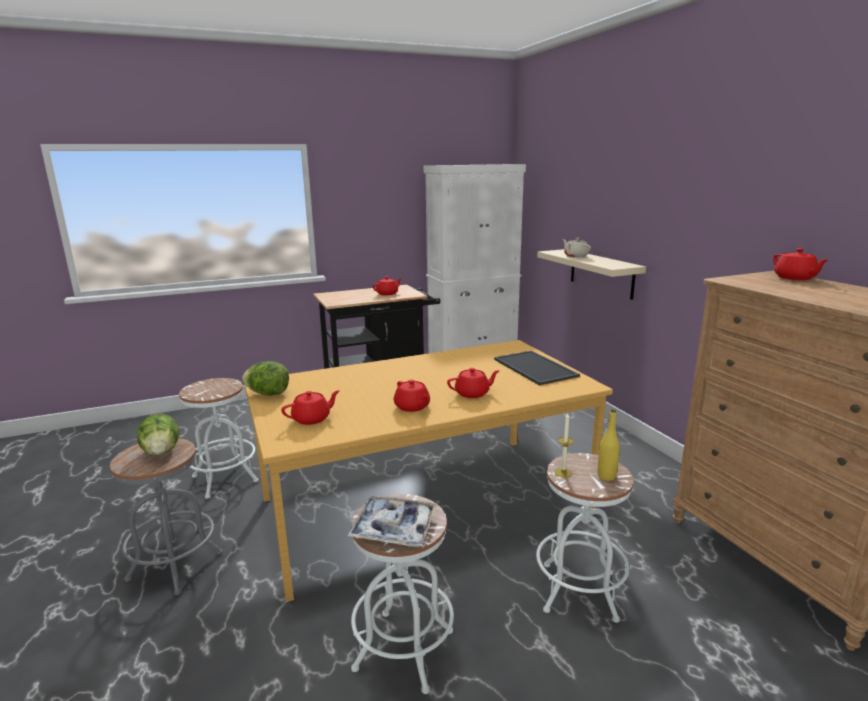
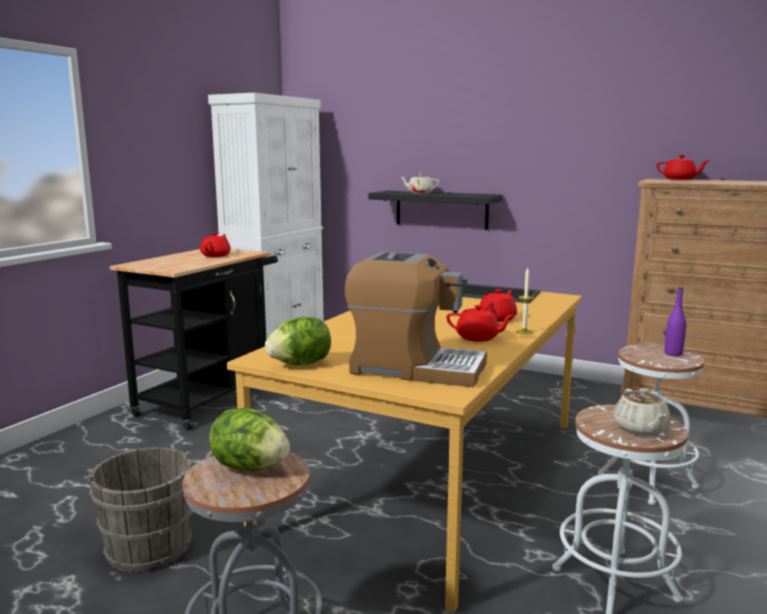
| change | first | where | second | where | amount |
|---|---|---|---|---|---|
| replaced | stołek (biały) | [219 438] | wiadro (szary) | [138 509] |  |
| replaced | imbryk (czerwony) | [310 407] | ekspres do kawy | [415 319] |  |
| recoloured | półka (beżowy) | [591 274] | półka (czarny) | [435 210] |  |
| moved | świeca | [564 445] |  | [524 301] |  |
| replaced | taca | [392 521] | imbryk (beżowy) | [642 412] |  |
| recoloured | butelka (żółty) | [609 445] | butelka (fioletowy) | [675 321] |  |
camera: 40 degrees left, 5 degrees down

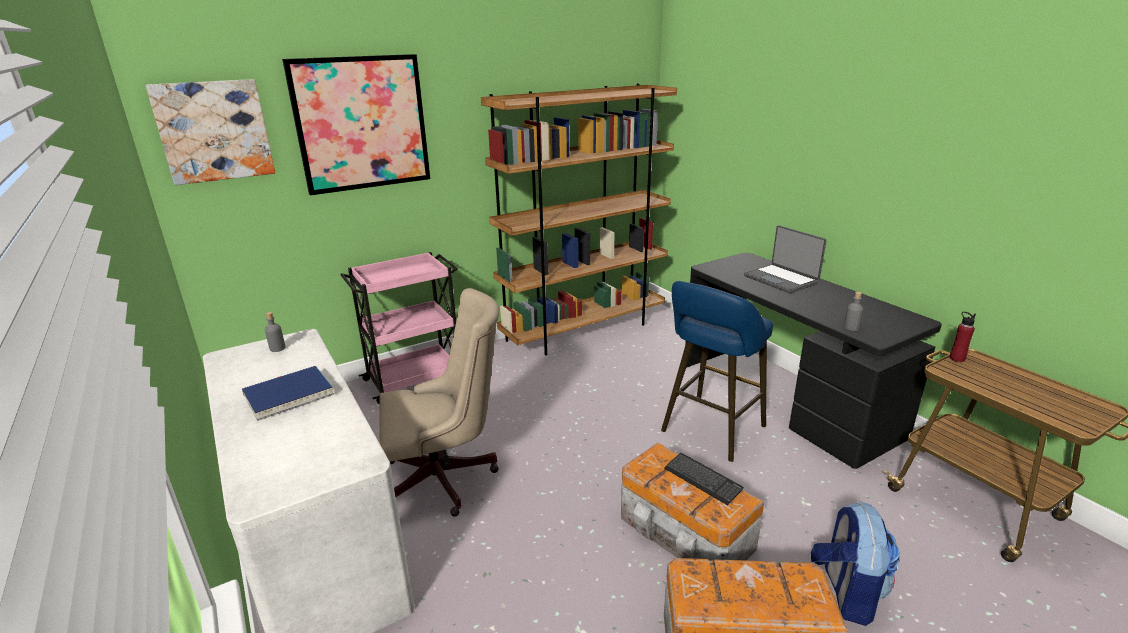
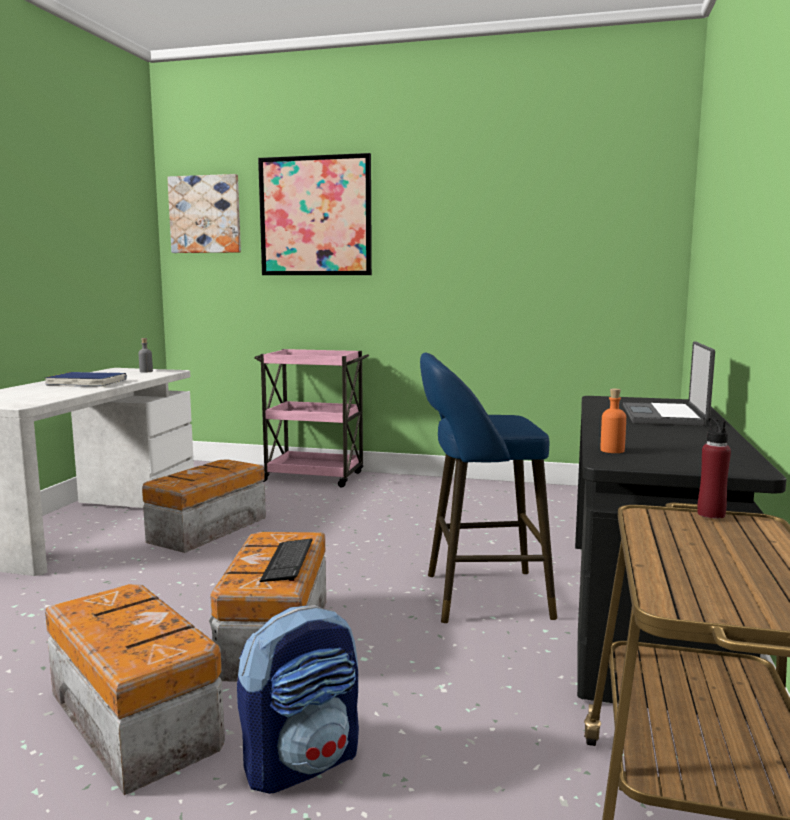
| change | first | where | second | where | amount |
|---|---|---|---|---|---|
| replaced | krzesło biurowe (beżowy) | [439 402] | pojemnik do przechowywania | [204 506] |  |
| recoloured | butelka (szary) | [853 311] | butelka (pomarańczowy) | [613 421] |  |
| removed | regał (brązowy) | [579 219] |  |  |  |
camera: 45 degrees right, 15 degrees down

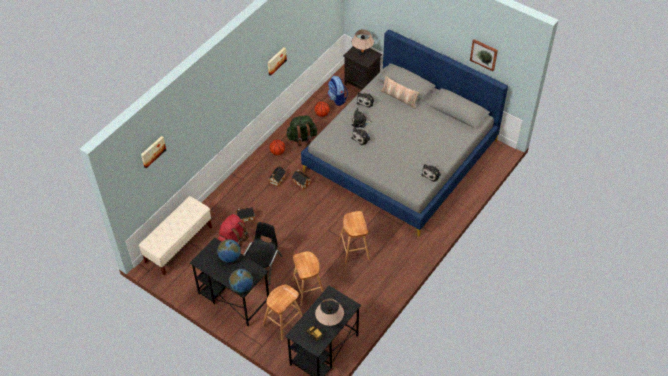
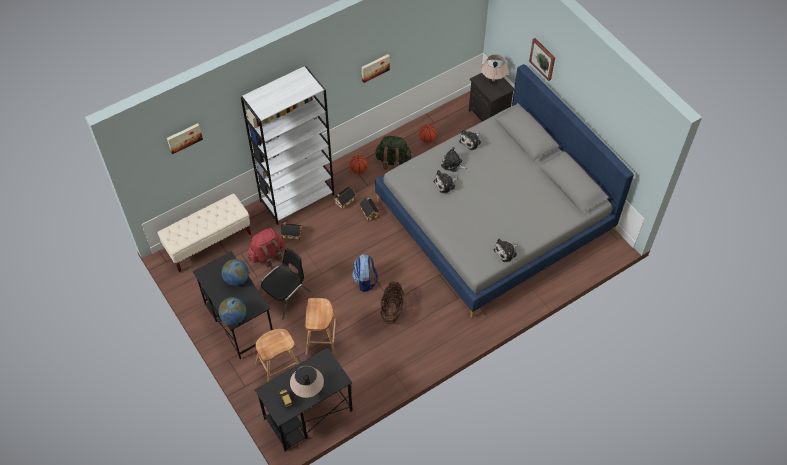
| change | first | where | second | where | amount |
|---|---|---|---|---|---|
| added |  |  | regał (biały) | [287 145] |  |
| moved | plecak | [338 91] |  | [365 273] |  |
| replaced | stołek (brązowy) | [354 238] | koszyk | [392 302] |  |
| moved | obraz | [484 55] |  | [542 59] |  |
| removed | poduszka | [400 92] |  |  |  |
camera: 20 degrees right, 5 degrees up

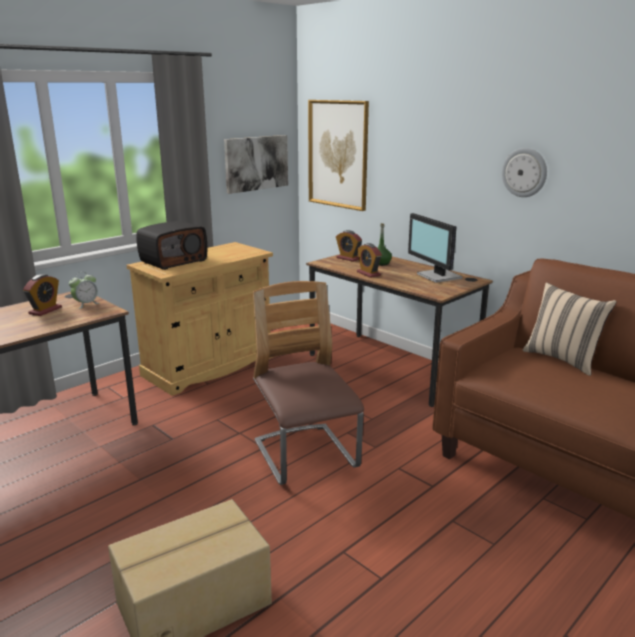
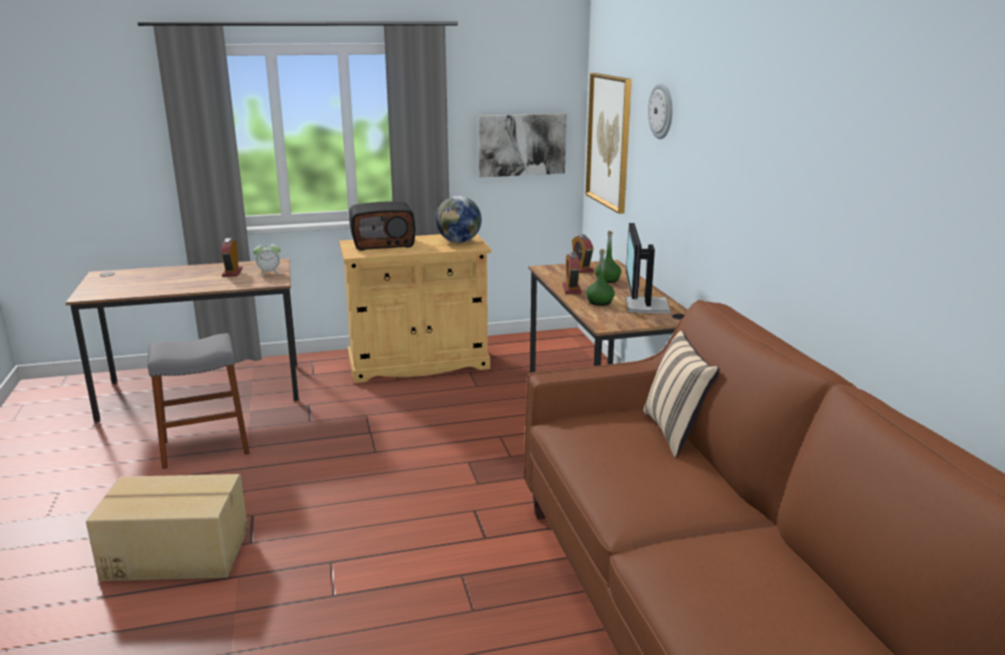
| change | first | where | second | where | amount |
|---|---|---|---|---|---|
| added |  |  | stołek (szary) | [198 401] |  |
| turned | budzik | [42 295] |  | [232 257] | 120 degrees clockwise |
| added |  |  | globus | [458 219] |  |
| added |  |  | butelka (zielony) | [600 277] |  |
| moved | zegar ścienny | [524 172] |  | [660 111] |  |
| removed | krzesło | [308 383] |  |  |  |
camera: 30 degrees right, 0 degrees up

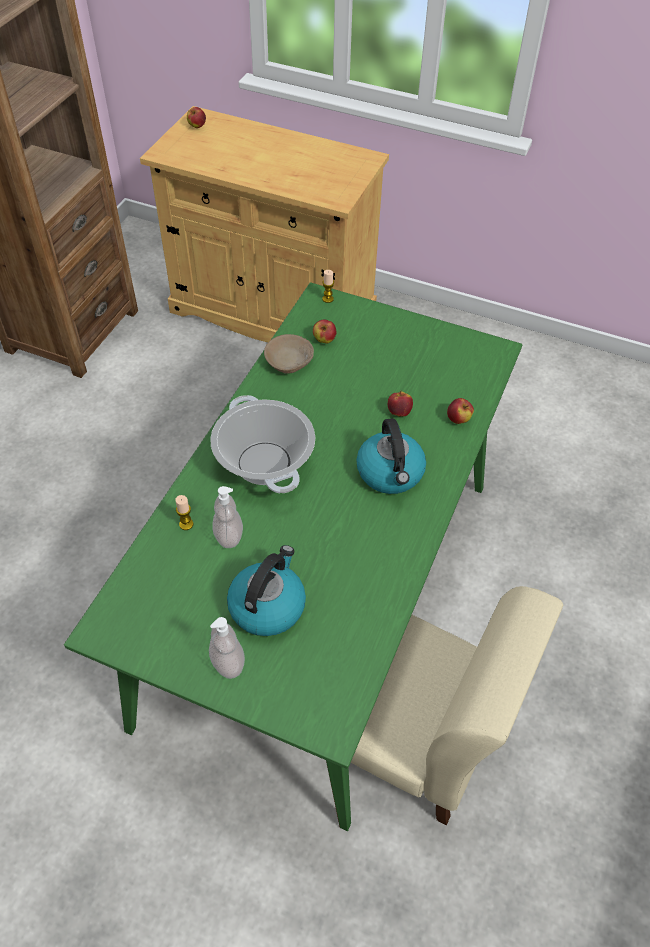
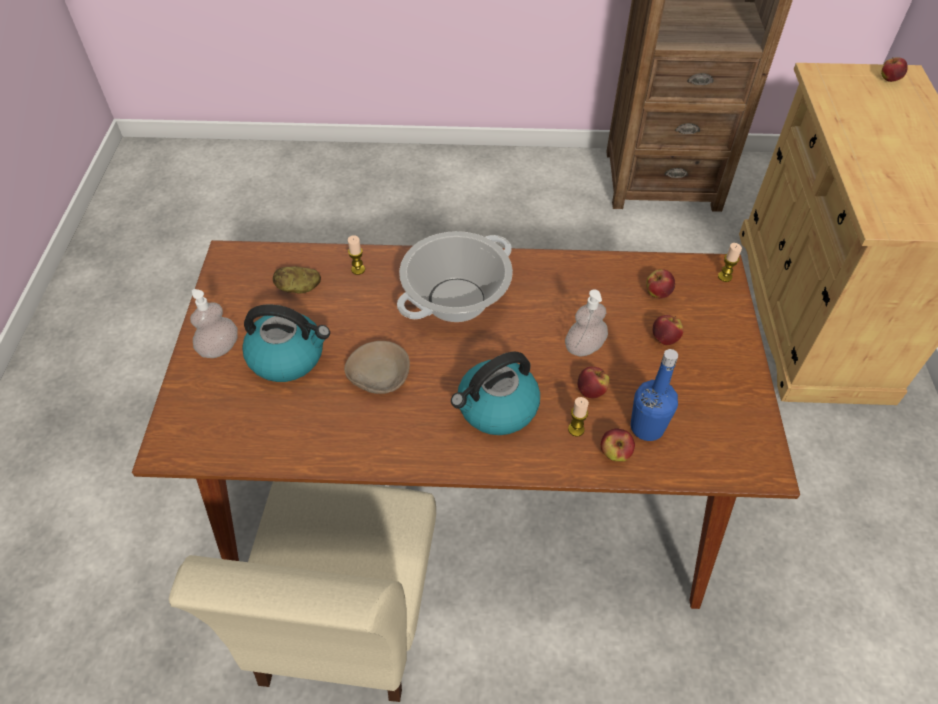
| change | first | where | second | where | amount |
|---|---|---|---|---|---|
| recoloured | stół jadalny (zielony) | [293 556] | stół jadalny (brązowy) | [466 424] |  |
| added |  |  | ziemniak | [297 280] |  |
| moved | miska (beżowy) | [289 354] |  | [377 367] |  |
| moved | dozownik mydła | [227 517] |  | [586 322] |  |
| added |  |  | świeca | [578 417] |  |
| added |  |  | butelka (niebieski) | [654 395] |  |
| added |  |  | jabłko | [668 330] |  |
camera: 70 degrees right, 0 degrees up

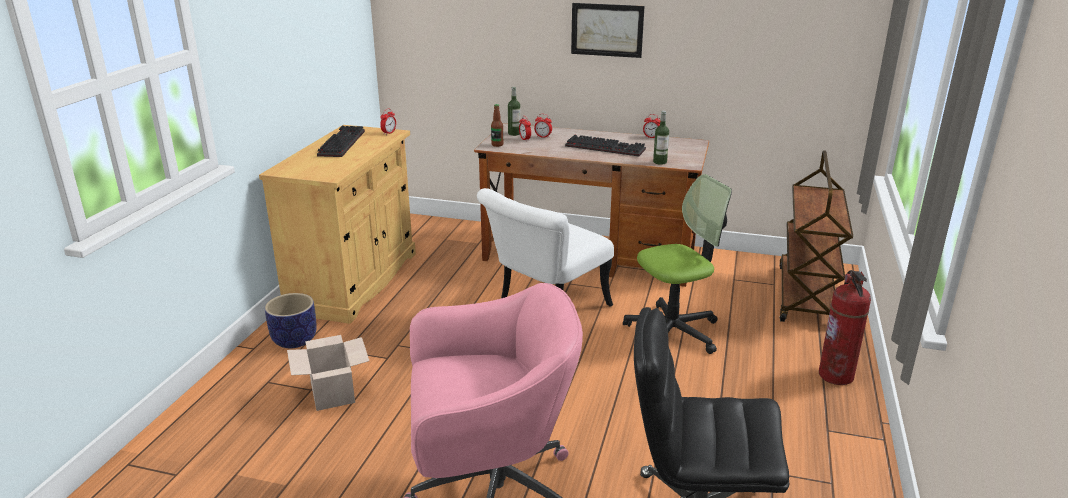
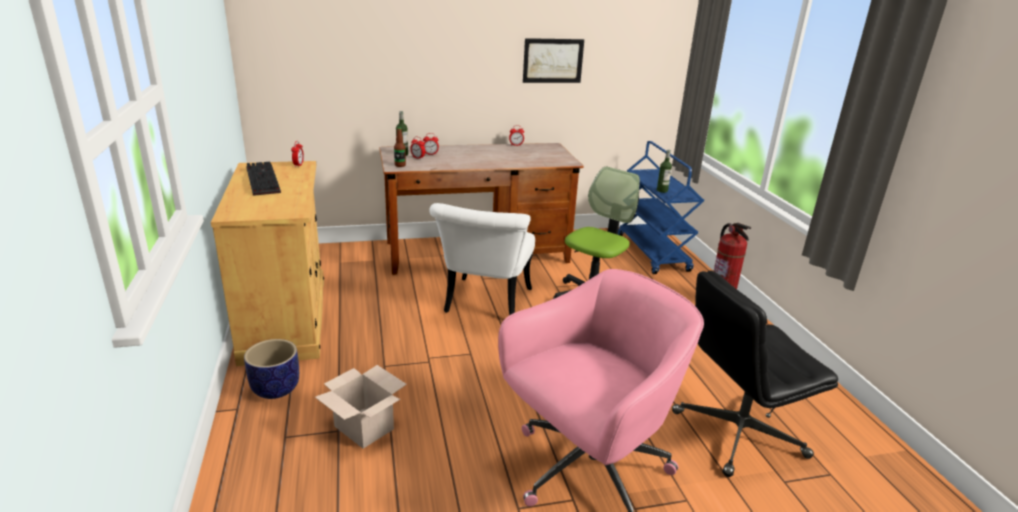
| change | first | where | second | where | amount |
|---|---|---|---|---|---|
| moved | obraz | [608 30] |  | [553 60] |  |
| recoloured | wózek (brązowy) | [816 236] | wózek (niebieski) | [660 207] |  |
| moved | butelka | [661 138] |  | [664 171] |  |
| removed | klawiatura | [605 145] |  |  |  |
camera: 30 degrees left, 0 degrees up

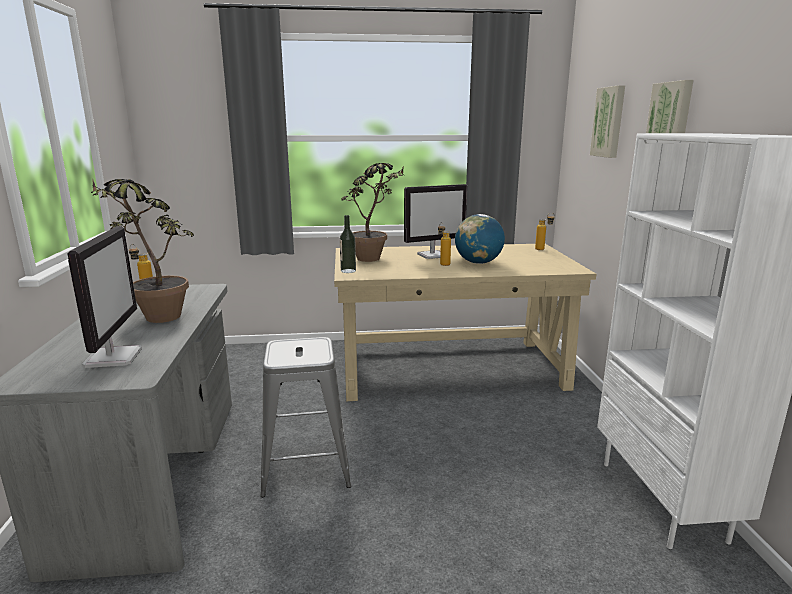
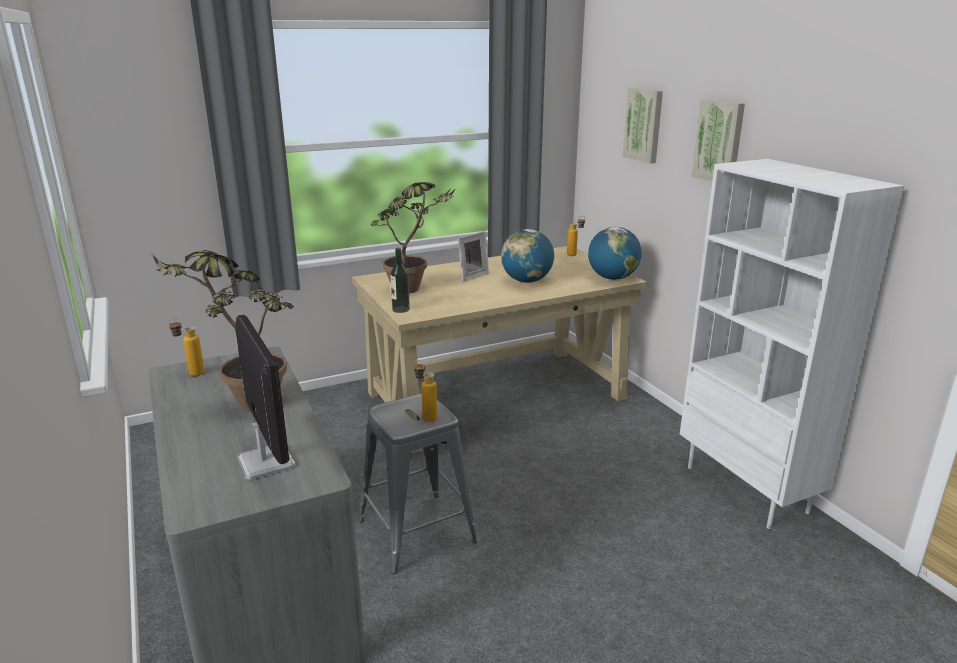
| change | first | where | second | where | amount |
|---|---|---|---|---|---|
| moved | butelka | [444 244] |  | [426 391] |  |
| replaced | monitor | [435 221] | ramka na zdjęcie | [473 256] |  |
| added |  |  | globus | [615 253] |  |
camera: 20 degrees left, 5 degrees up

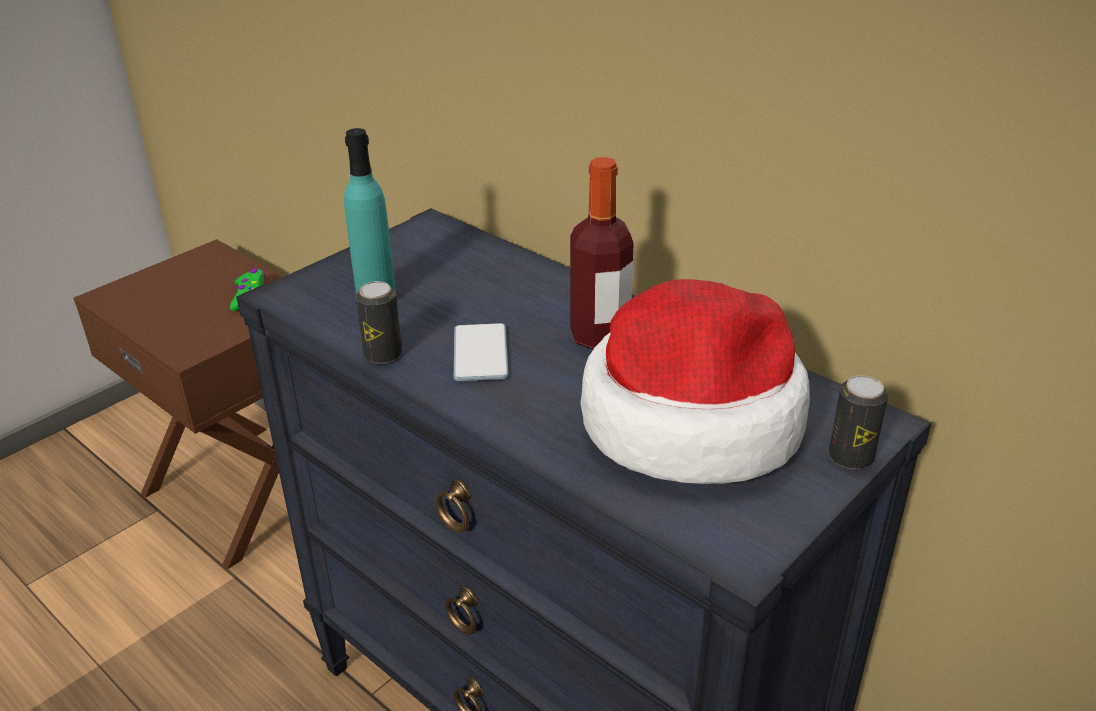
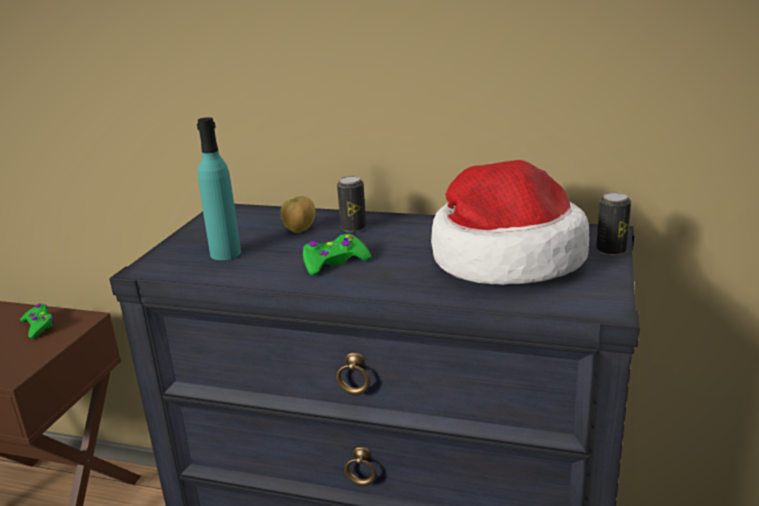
| change | first | where | second | where | amount |
|---|---|---|---|---|---|
| added |  |  | jabłko | [297 214] |  |
| replaced | telefon | [481 352] | pad do gier (zielony) | [337 254] |  |
| moved | puszka | [379 322] |  | [351 204] |  |
| removed | butelka | [602 253] |  |  |  |
camera: 25 degrees left, 10 degrees down

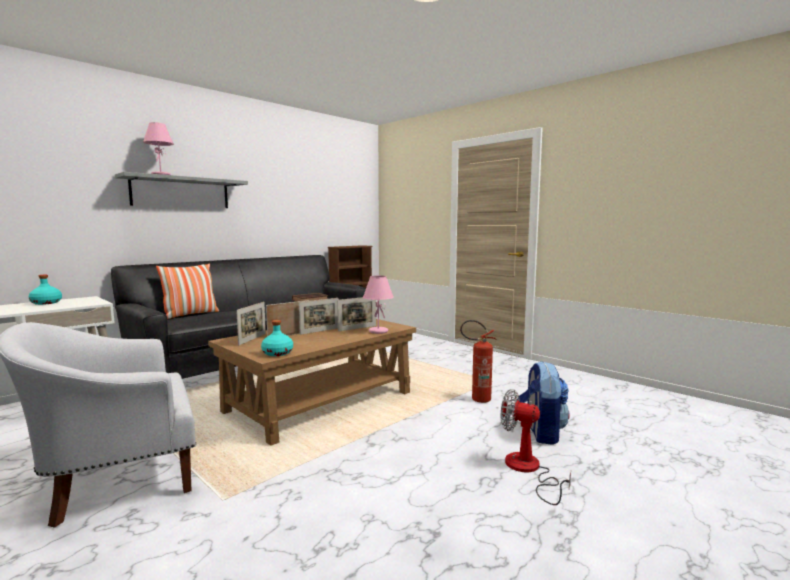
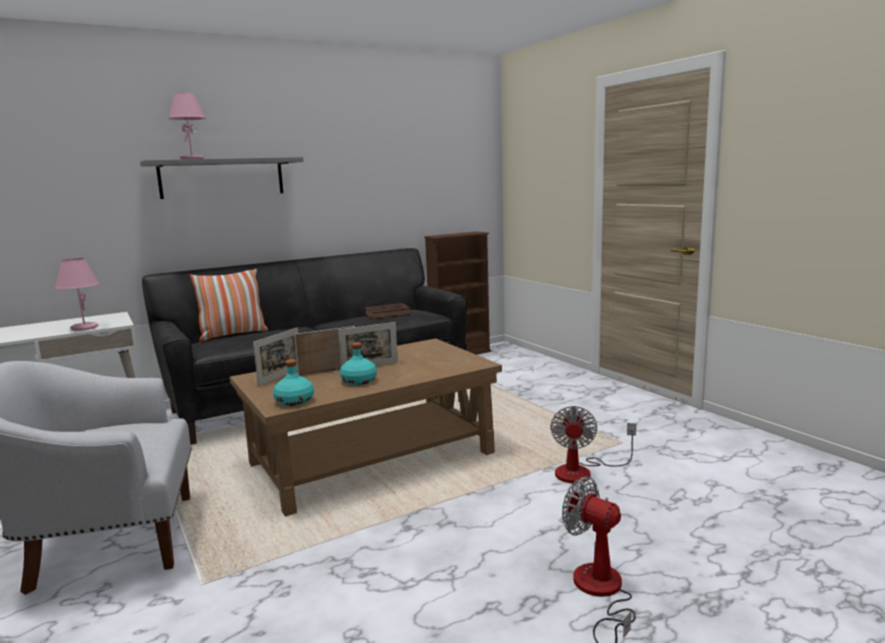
| change | first | where | second | where | amount |
|---|---|---|---|---|---|
| moved | lampa stołowa (różowy) | [378 305] |  | [77 294] |  |
| moved | butelka (turkusowy) | [45 290] |  | [358 363] |  |
| replaced | gaśnica | [478 361] | wentylator | [593 445] |  |
| removed | ramka na zdjęcie | [356 314] |  |  |  |
| removed | plecak | [544 403] |  |  |  |
camera: 15 degrees right, 5 degrees up

